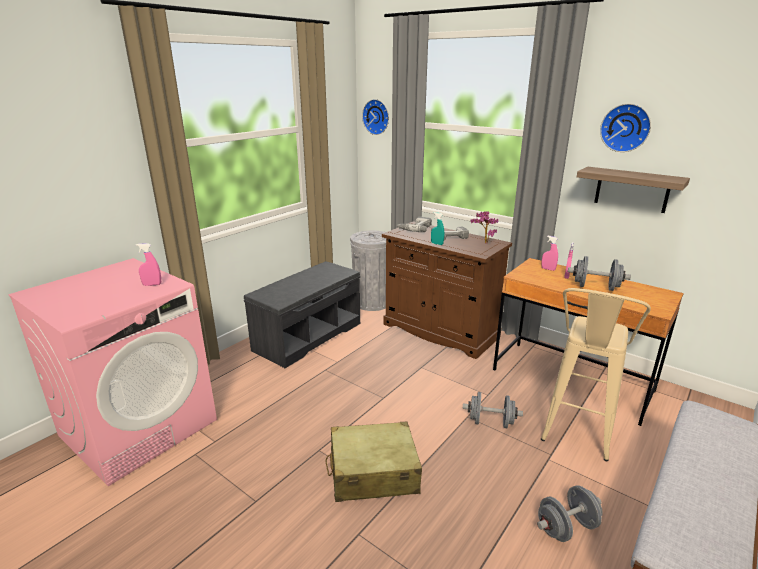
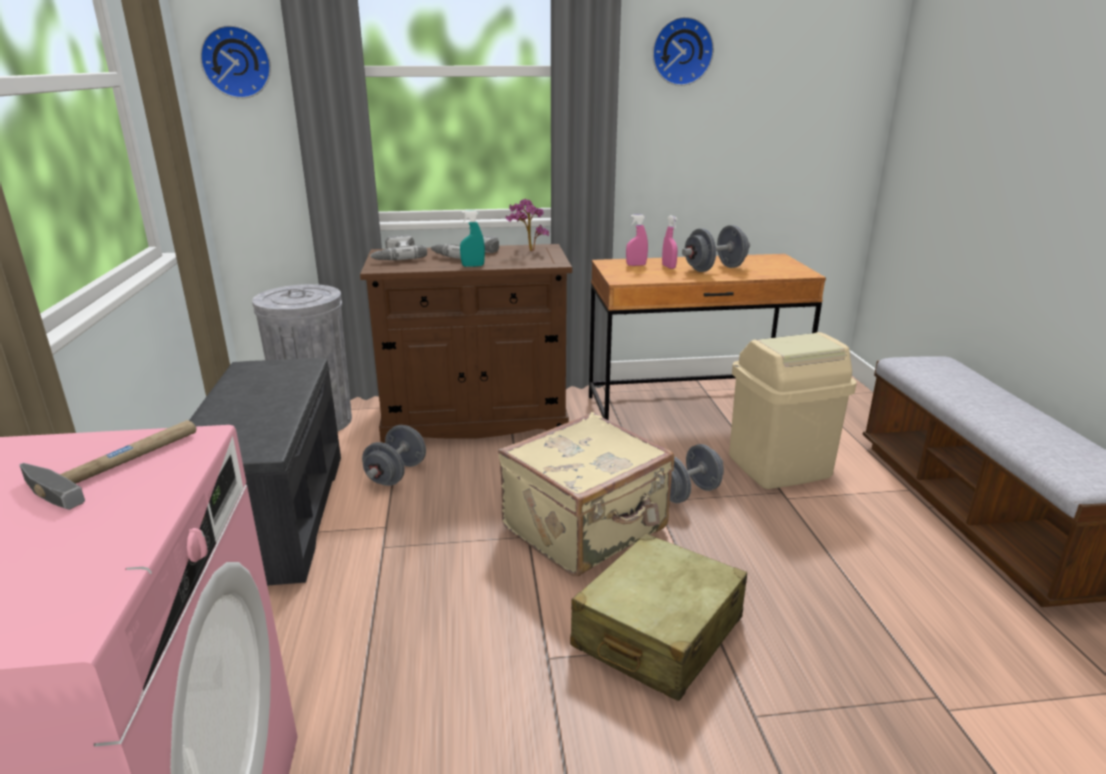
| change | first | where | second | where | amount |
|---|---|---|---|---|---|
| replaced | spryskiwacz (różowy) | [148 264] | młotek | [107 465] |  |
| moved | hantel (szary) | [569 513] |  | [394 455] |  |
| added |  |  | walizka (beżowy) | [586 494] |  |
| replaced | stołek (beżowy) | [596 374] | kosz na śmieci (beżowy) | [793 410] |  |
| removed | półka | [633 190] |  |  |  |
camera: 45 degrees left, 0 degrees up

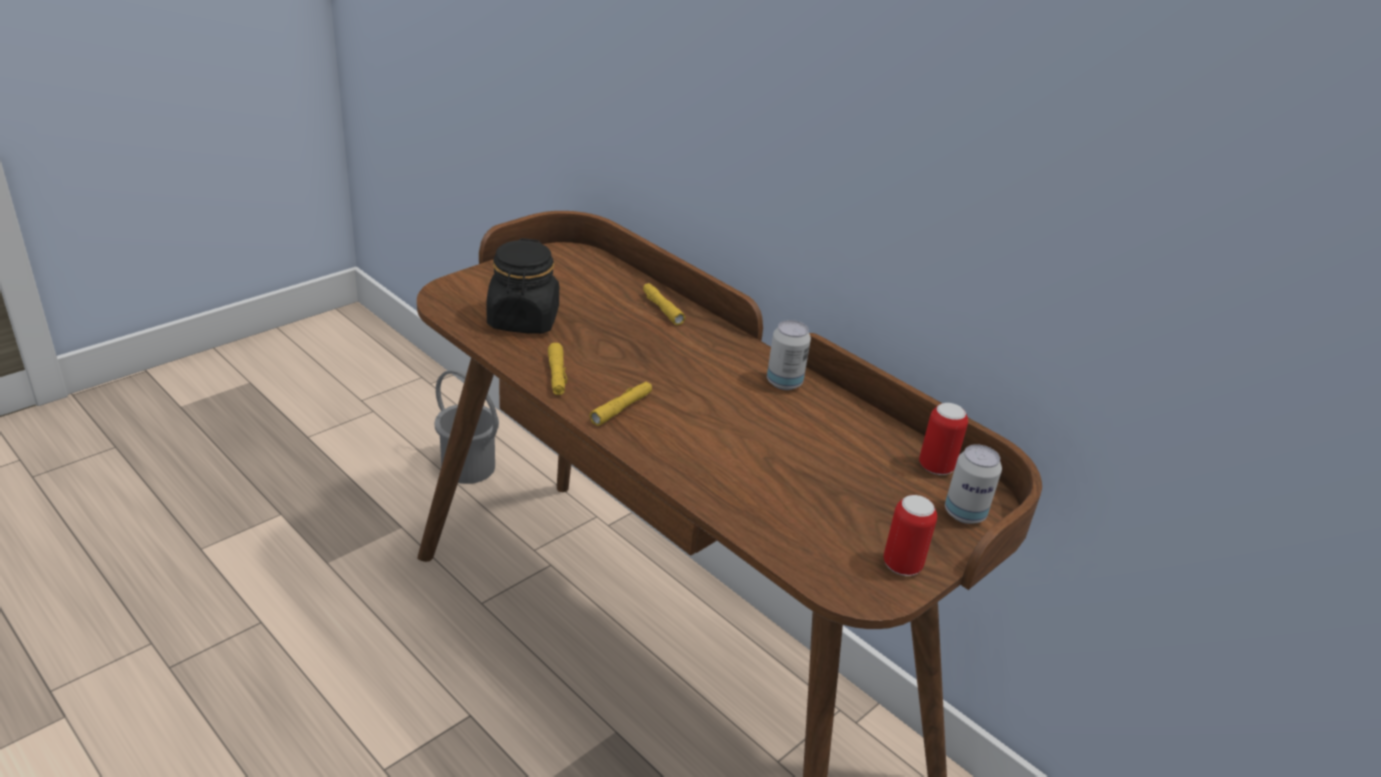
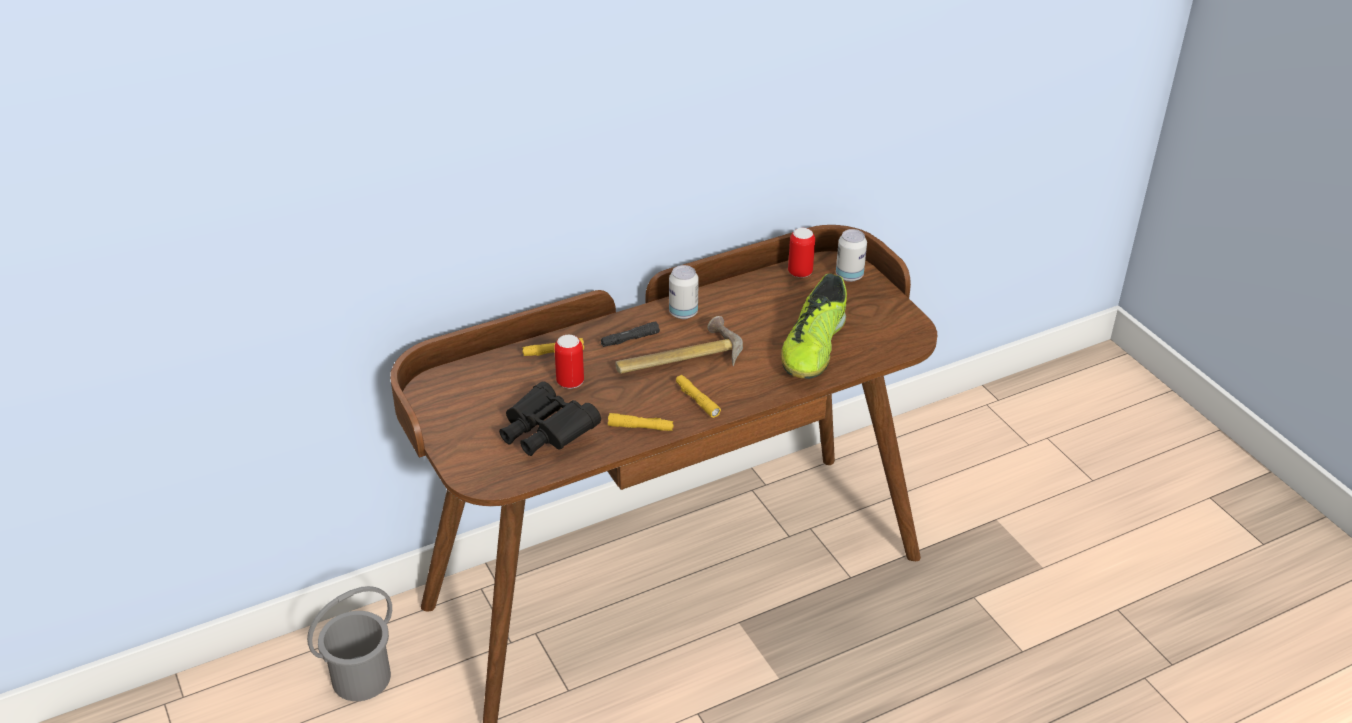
| change | first | where | second | where | amount |
|---|---|---|---|---|---|
| replaced | słoik (czarny) | [522 286] | lornetka (czarny) | [550 418] |  |
| moved | puszka | [910 535] |  | [569 362] |  |
| added |  |  | latarka (czarny) | [630 334] |  |
| added |  |  | młotek | [679 345] |  |
| added |  |  | but | [814 326] |  |
camera: 70 degrees left, 5 degrees up

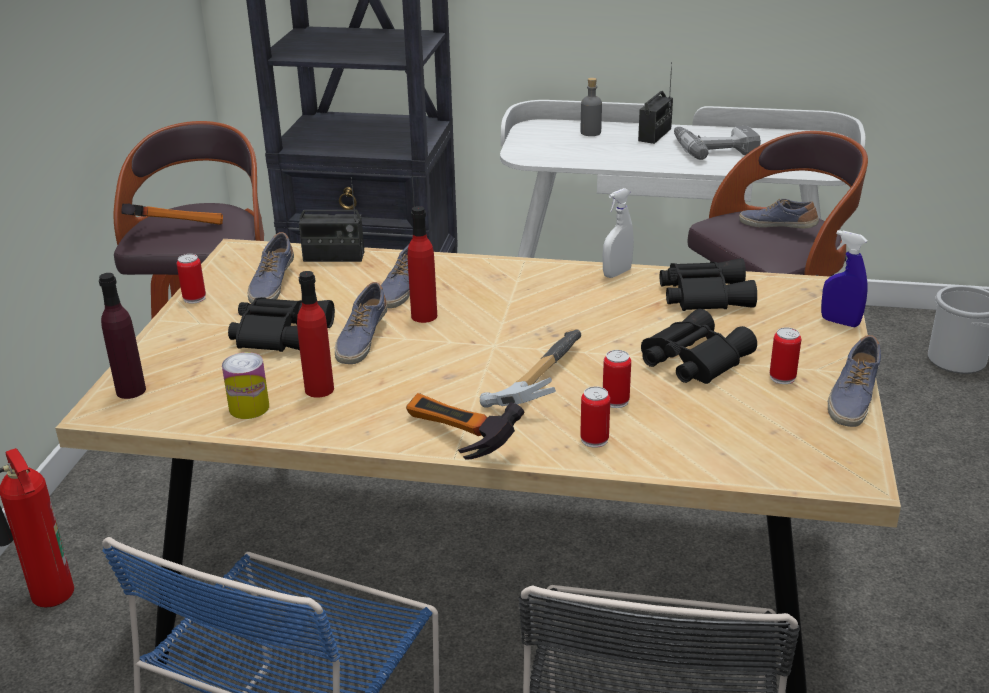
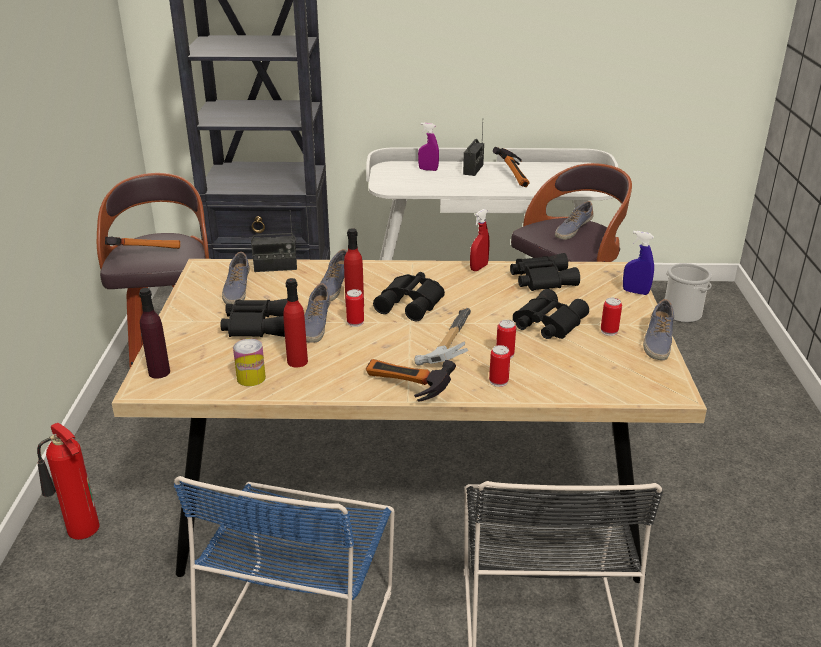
| change | first | where | second | where | amount |
|---|---|---|---|---|---|
| moved | puszka | [191 279] |  | [355 308] |  |
| added |  |  | lornetka (czarny) | [409 296] |  |
| replaced | butelka (szary) | [591 107] | spryskiwacz (fioletowy) | [428 147] |  |
| recoloured | spryskiwacz (biały) | [618 233] | spryskiwacz (czerwony) | [480 240] |  |
| replaced | wiertarka | [717 143] | młotek | [511 167] |  |
| turned | but | [779 214] |  | [574 220] | 75 degrees counterclockwise |
camera: 10 degrees left, 0 degrees up

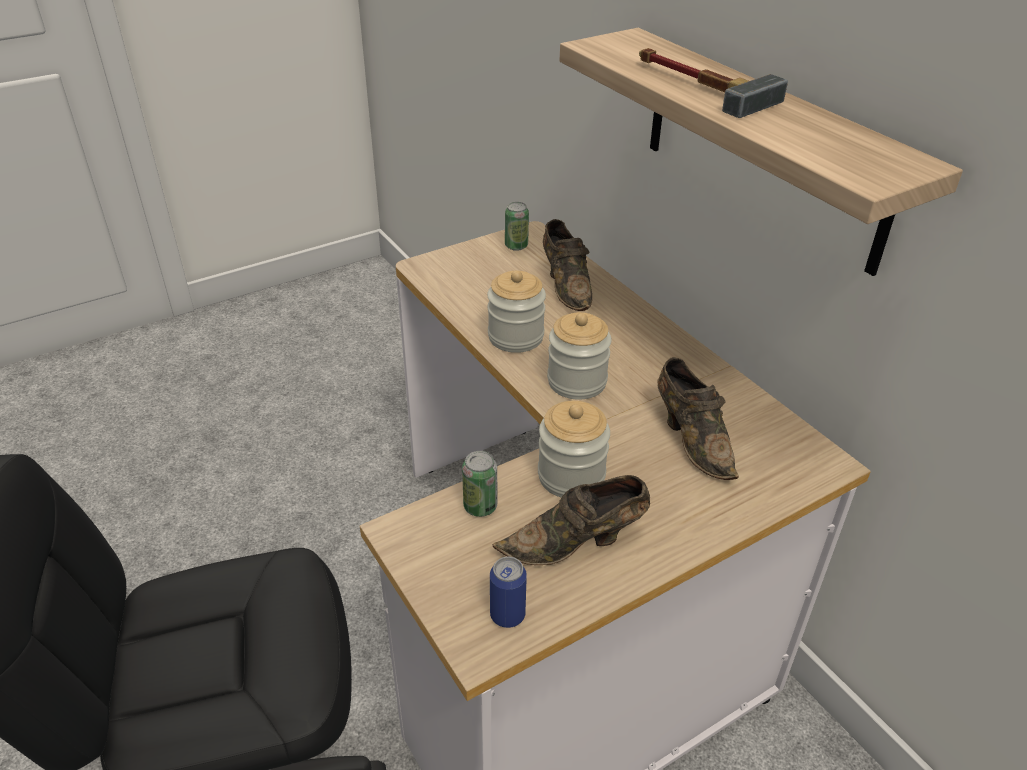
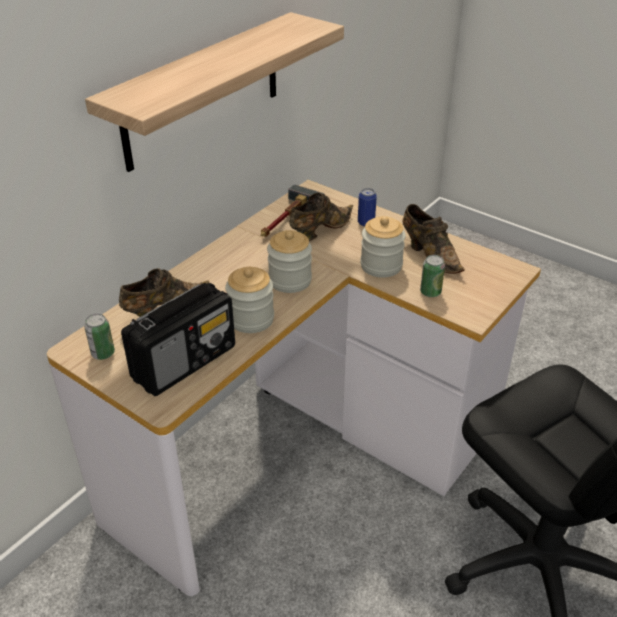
| change | first | where | second | where | amount |
|---|---|---|---|---|---|
| added |  |  | radio | [178 339] |  |
| moved | młotek | [713 83] |  | [292 211] |  |
| moved | puszka | [508 592] |  | [367 207] |  |
camera: 110 degrees left, 0 degrees up

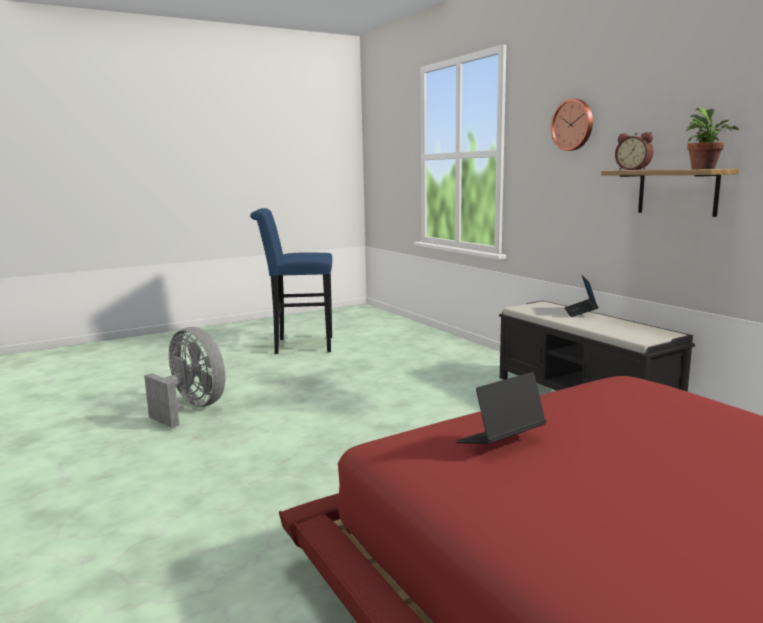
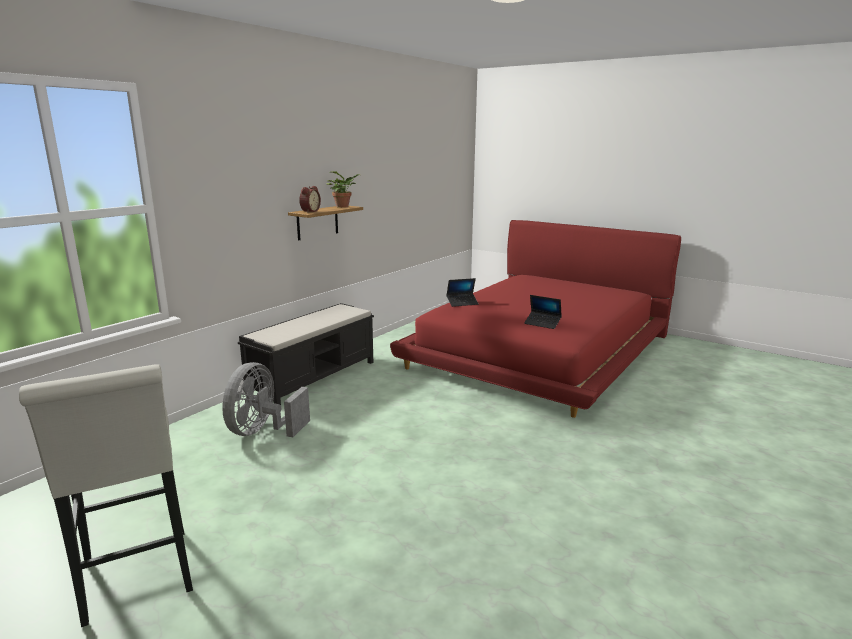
| change | first | where | second | where | amount |
|---|---|---|---|---|---|
| recoloured | stołek (niebieski) | [291 281] | stołek (biały) | [106 495] |  |
| moved | wentylator (szary) | [184 377] |  | [266 399] |  |
| moved | laptop | [581 296] |  | [462 292] |  |
| removed | zegar ścienny | [572 125] |  |  |  |
camera: 115 degrees left, 5 degrees up

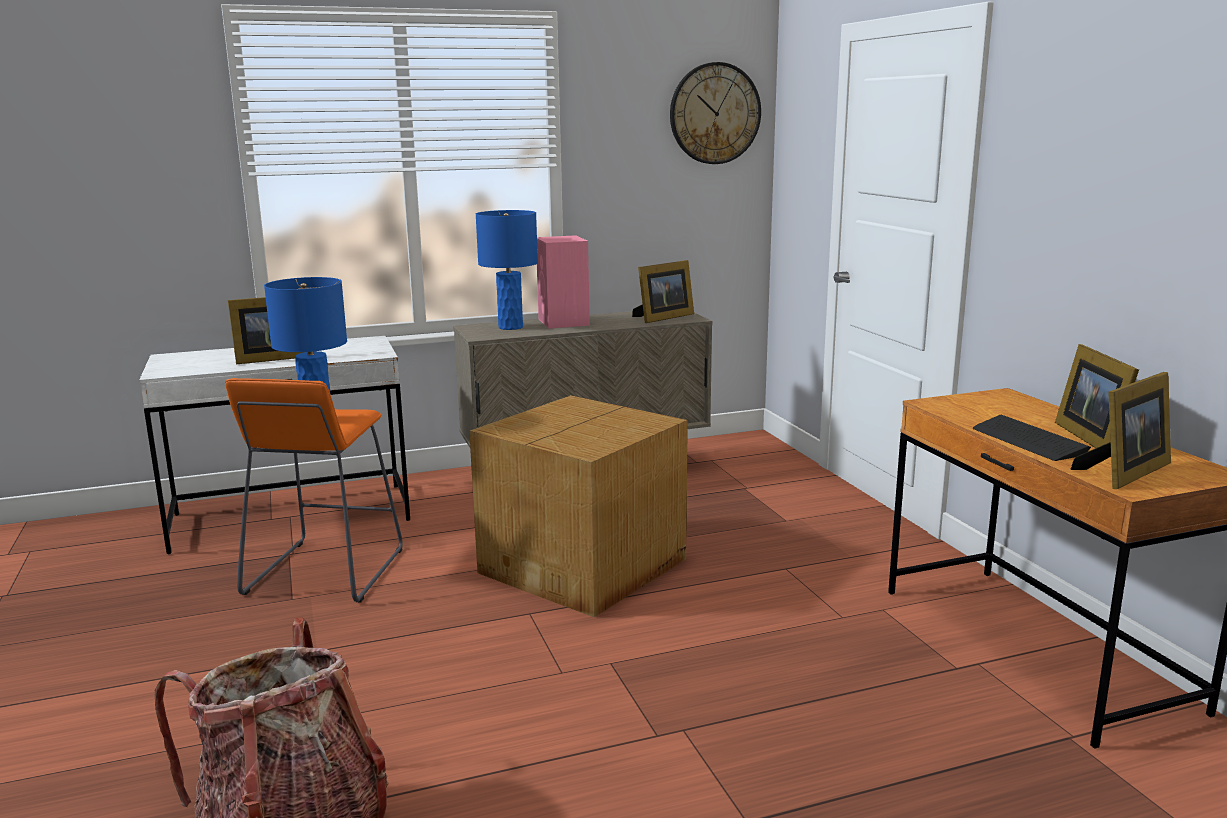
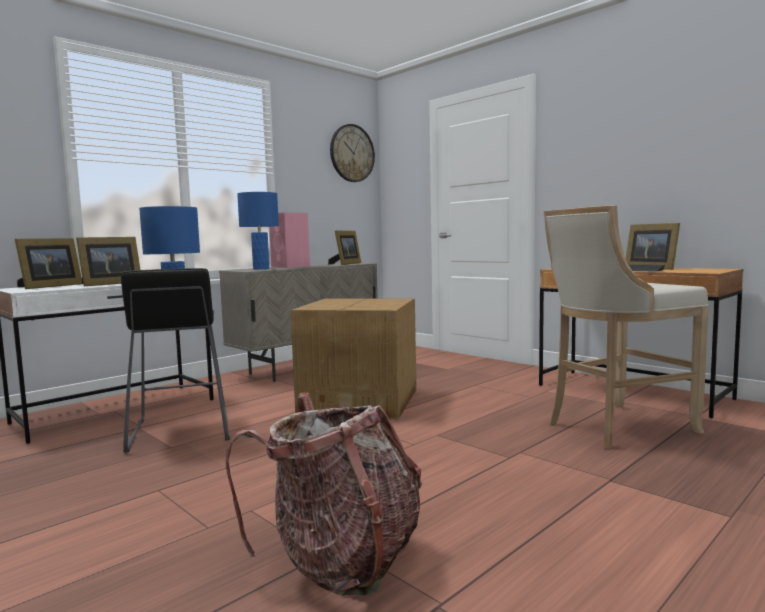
| change | first | where | second | where | amount |
|---|---|---|---|---|---|
| moved | ramka na zdjęcie | [1121 430] |  | [48 263] |  |
| recoloured | stołek (pomarańczowy) | [313 490] | stołek (czarny) | [175 360] |  |
| added |  |  | stołek (beżowy) | [626 327] |  |
camera: 25 degrees left, 10 degrees down

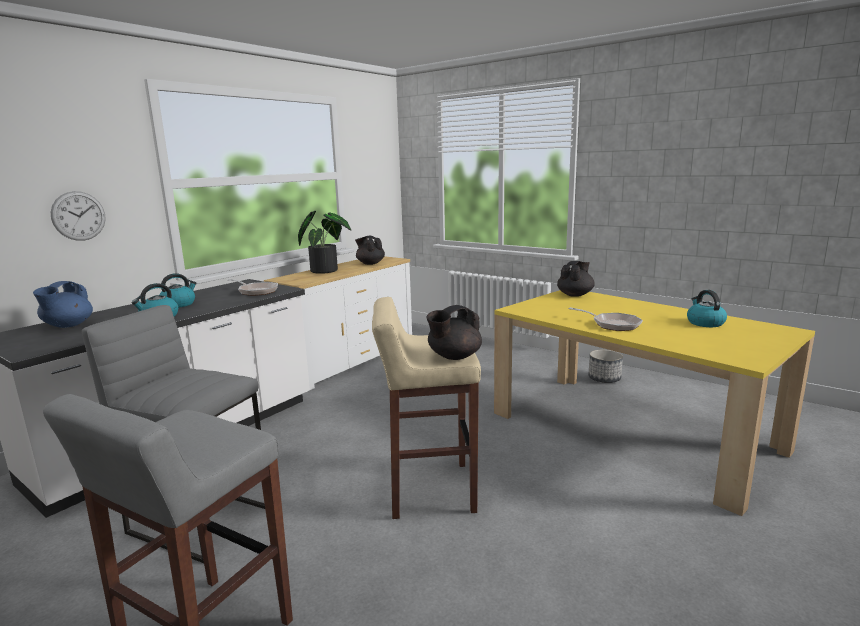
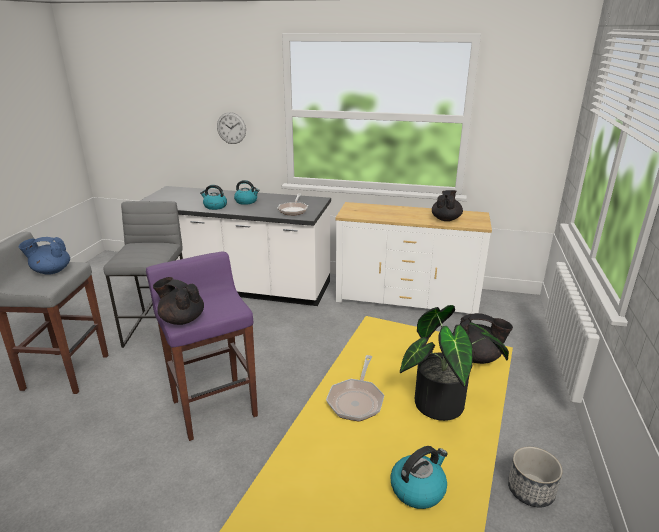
| change | first | where | second | where | amount |
|---|---|---|---|---|---|
| moved | imbryk (niebieski) | [63 304] |  | [44 256] |  |
| recoloured | stołek (beżowy) | [426 408] | stołek (fioletowy) | [202 346] |  |
| moved | roślina doniczkowa | [324 242] |  | [454 363] |  |
camera: 65 degrees right, 10 degrees up

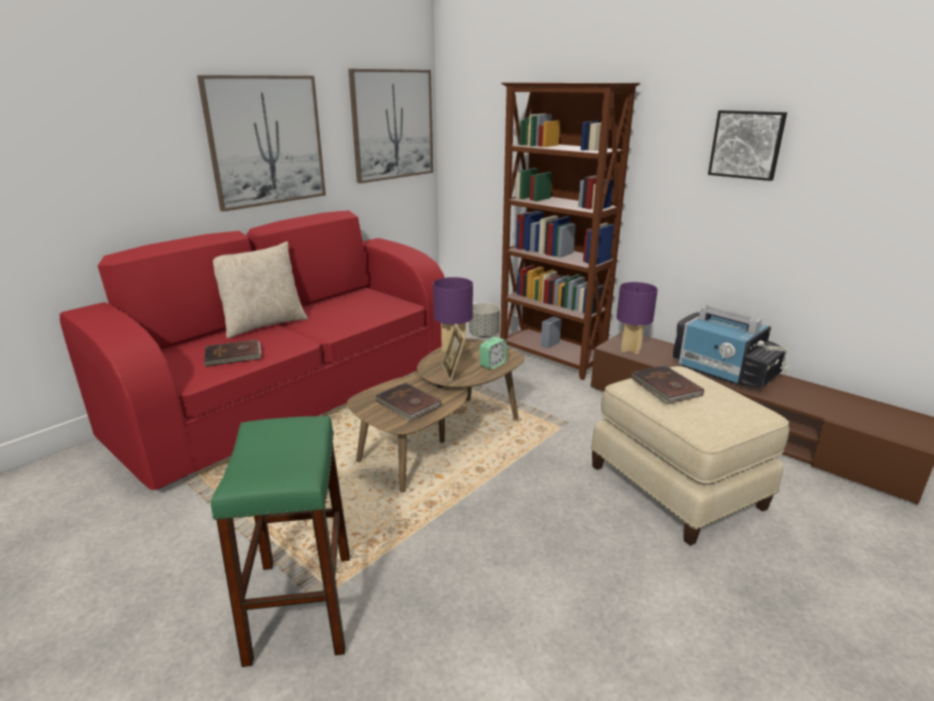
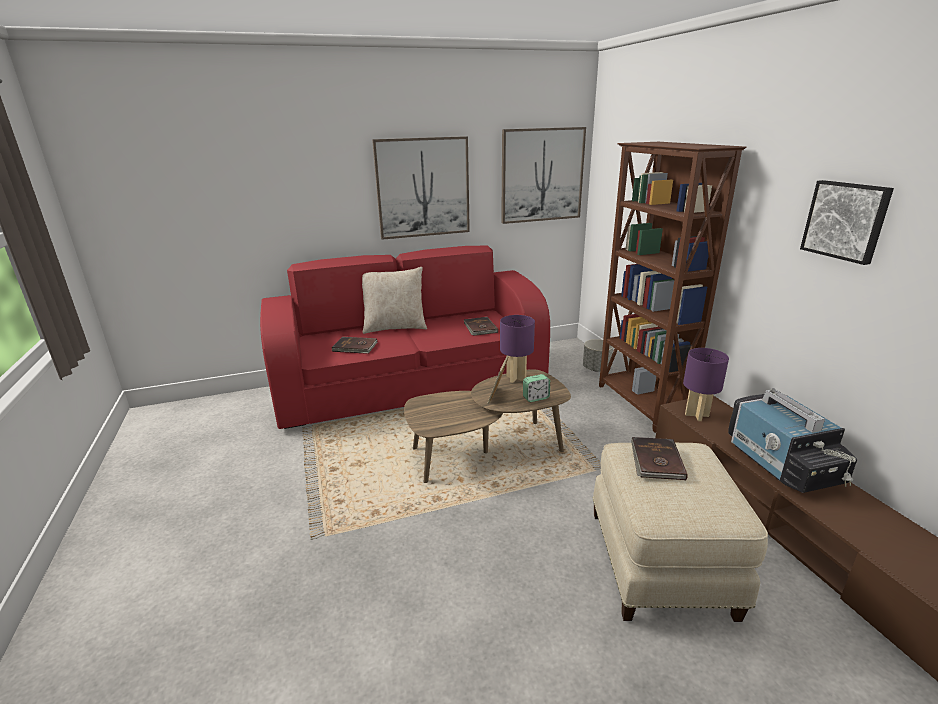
| change | first | where | second | where | amount |
|---|---|---|---|---|---|
| moved | książka (brązowy) | [408 401] |  | [481 326] |  |
| removed | stołek (zielony) | [280 541] |  |  |  |
camera: 30 degrees right, 0 degrees up

